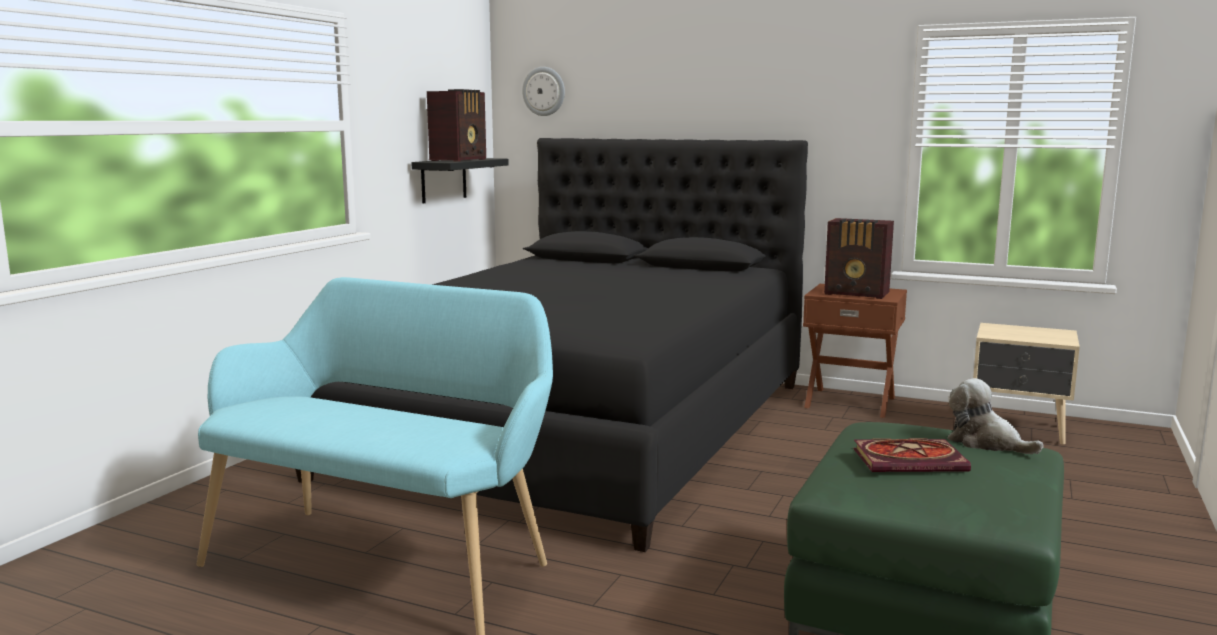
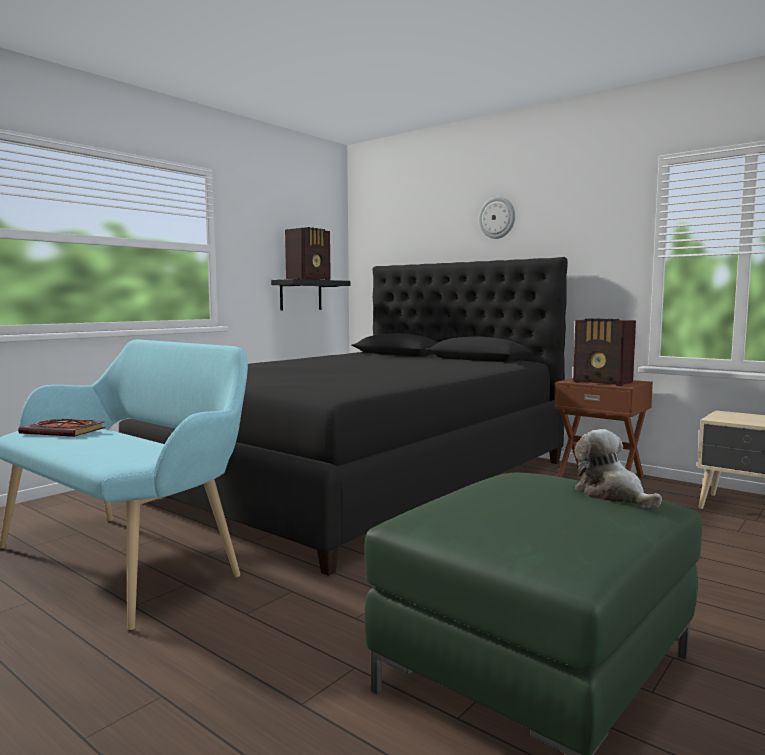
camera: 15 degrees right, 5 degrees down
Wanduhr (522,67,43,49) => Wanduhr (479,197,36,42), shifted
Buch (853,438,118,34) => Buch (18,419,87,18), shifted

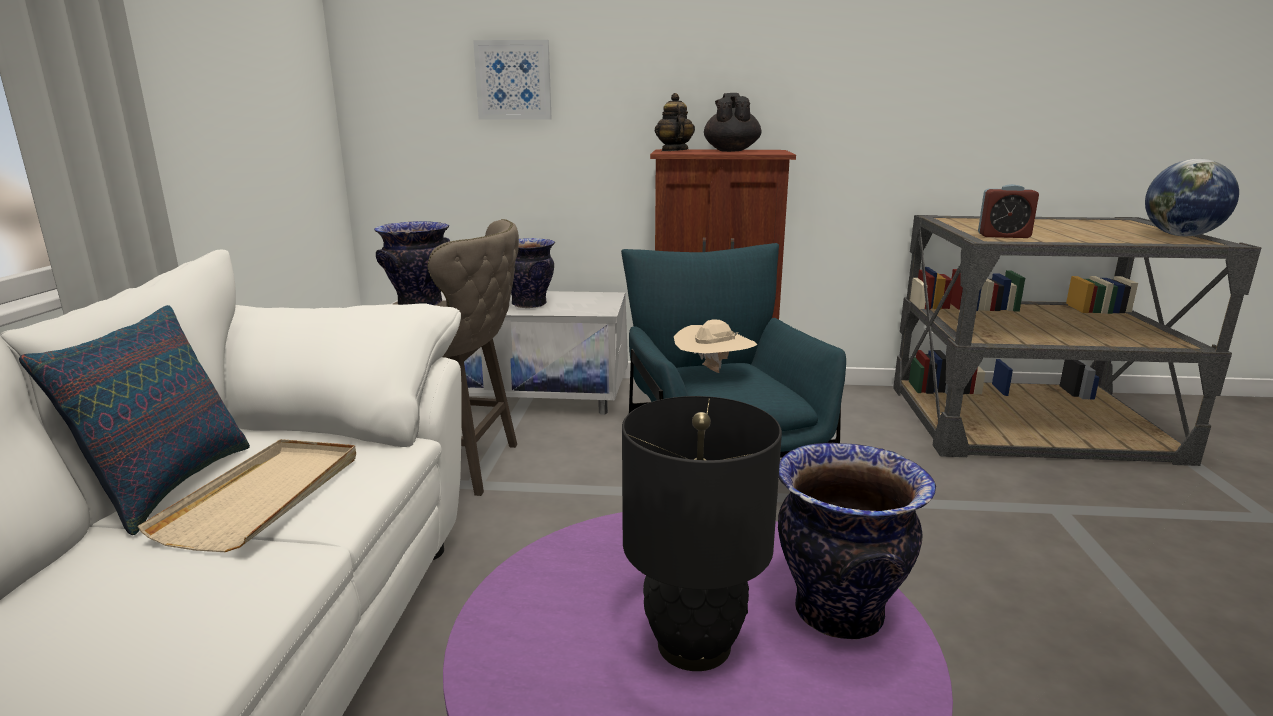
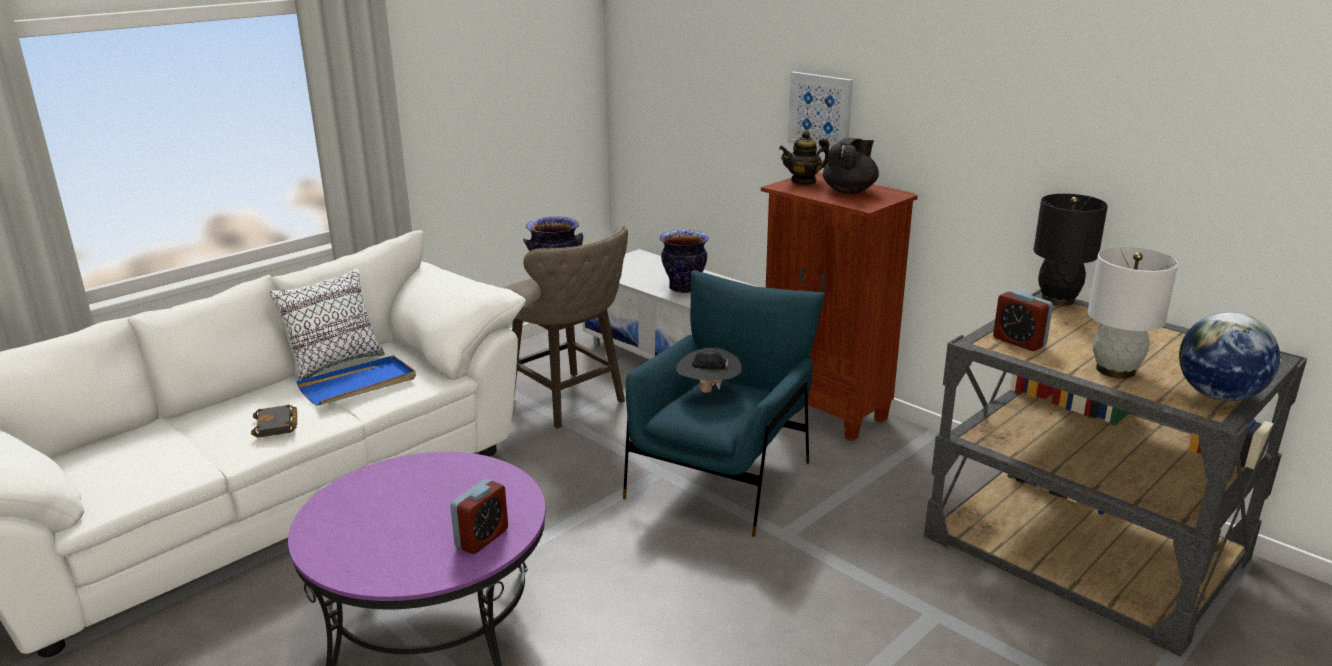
camera: 40 degrees right, 5 degrees up
Kissen [blau] (19,305,231,230) => Kissen [weiß] (270,269,115,112)
Tablett [beige] (137,439,219,113) => Tablett [blau] (296,355,120,51)
Bild (473,40,79,80) => Bild (787,72,66,81), shifted
Tischlampe [schwarz] (622,396,160,275) => Tischlampe [schwarz] (1034,194,74,112), shifted
Teekanne (655,93,40,58) => Teekanne (779,131,50,54), 135 degrees counterclockwise
Hut [beige] (674,320,83,53) => Hut [schwarz] (676,347,66,46)
Vase (778,443,158,196) => Wecker (450,479,58,75)
nothing => Buch [schwarz] (251,405,46,33)
nothing => Tischlampe [weiß] (1088,247,90,131)

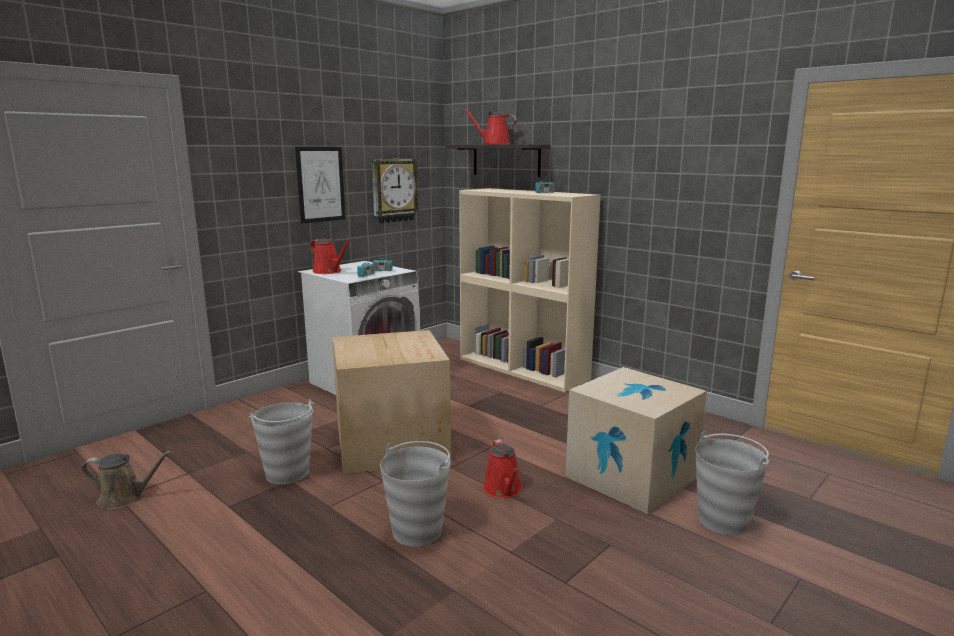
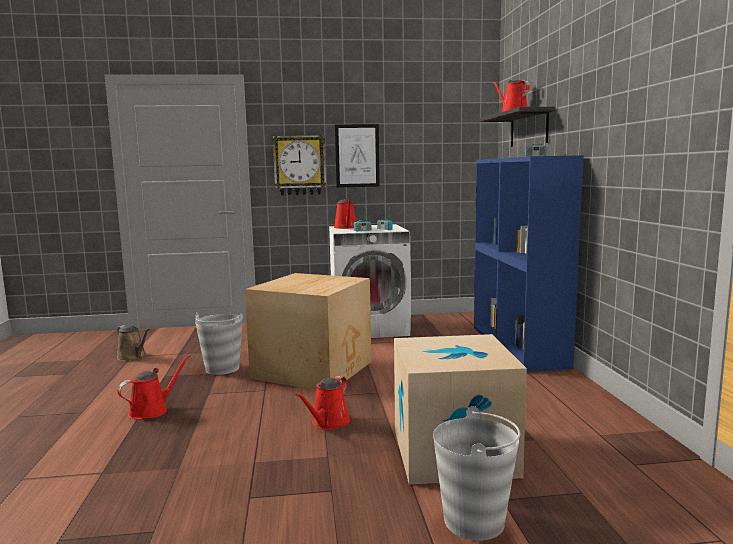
camera: 40 degrees right, 5 degrees down
Wanduhr (372,159,48,64) => Wanduhr (273,135,53,60), shifted
Eimer [grau] (380,441,70,105) => nothing
Bücherregal [beige] (459,188,142,204) => Bücherregal [blau] (474,155,110,217)
nothing => Gießkanne [rot] (117,354,74,66)

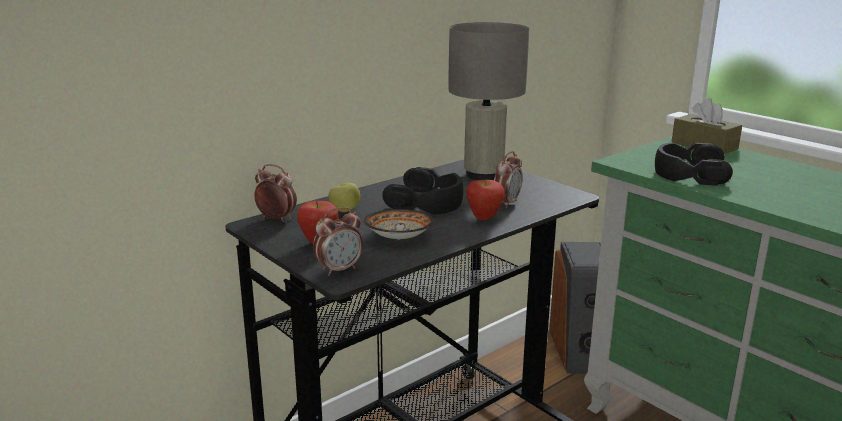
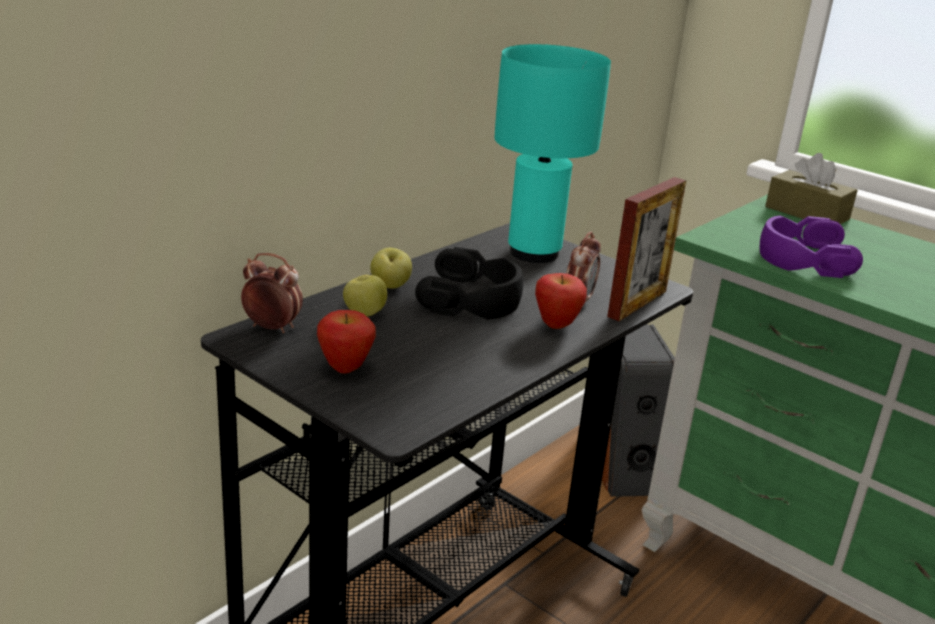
camera: 10 degrees left, 5 degrees up
Wecker (313,207,50,69) => nothing
Schüssel (363,209,71,30) => nothing
Tischlampe [grau] (449,22,80,158) => Tischlampe [türkis] (495,44,116,219)
Kopfhörer [schwarz] (655,142,78,44) => Kopfhörer [lila] (760,215,103,63)
nothing => Apfel (370,248,42,40)
nothing => Bilderrahmen (607,177,79,144)

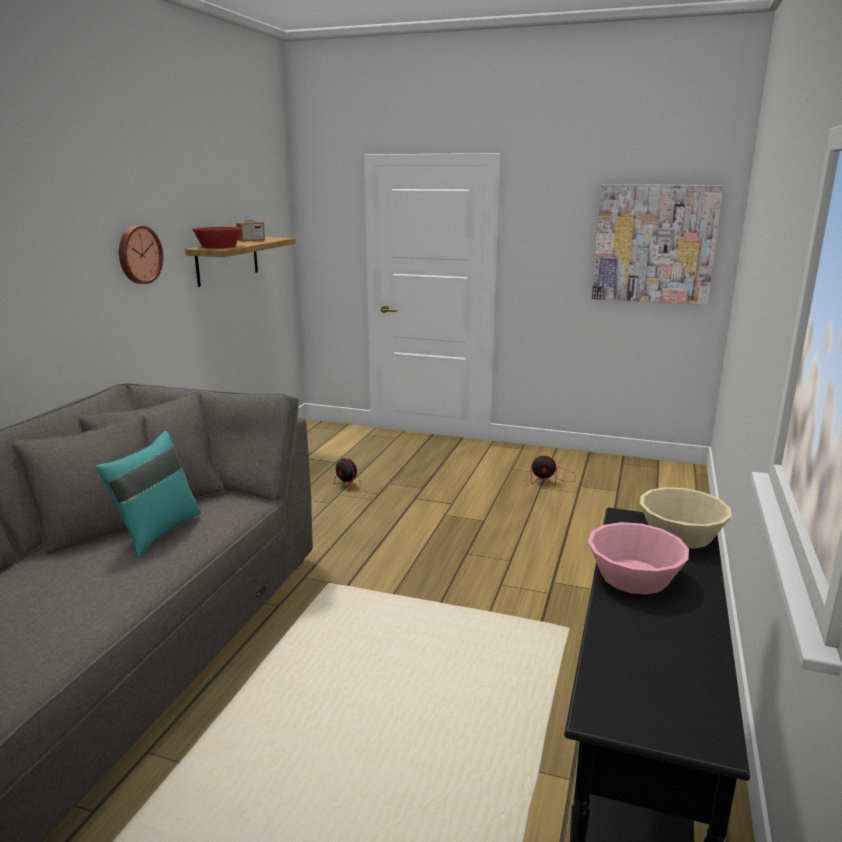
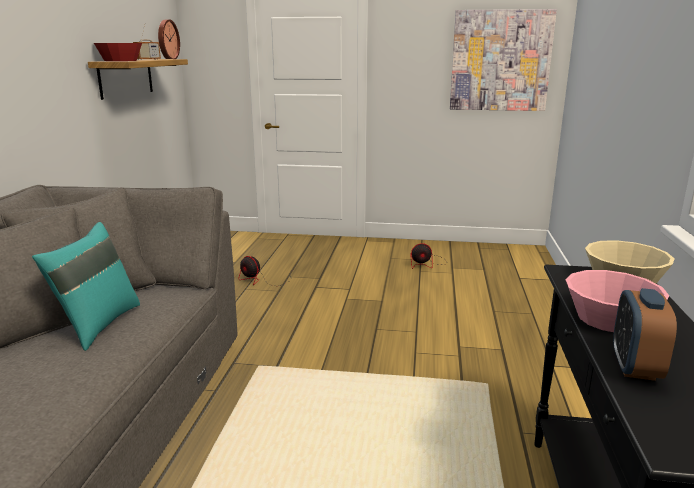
camera: 10 degrees left, 0 degrees up
Wanduhr (119,226,44,58) => Wanduhr (158,19,22,40), shifted
nothing => Wecker (613,288,64,93)

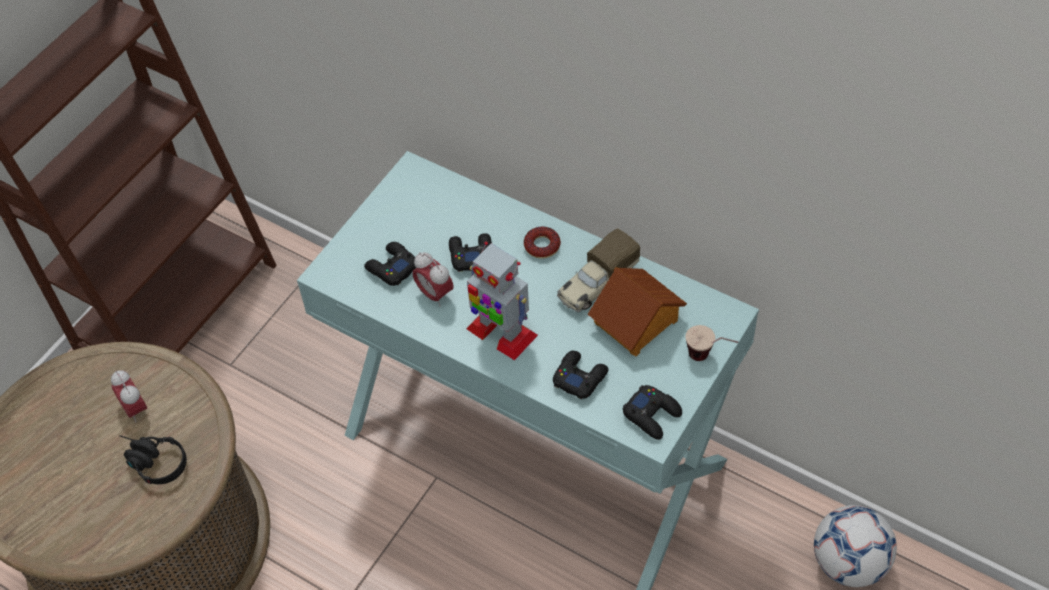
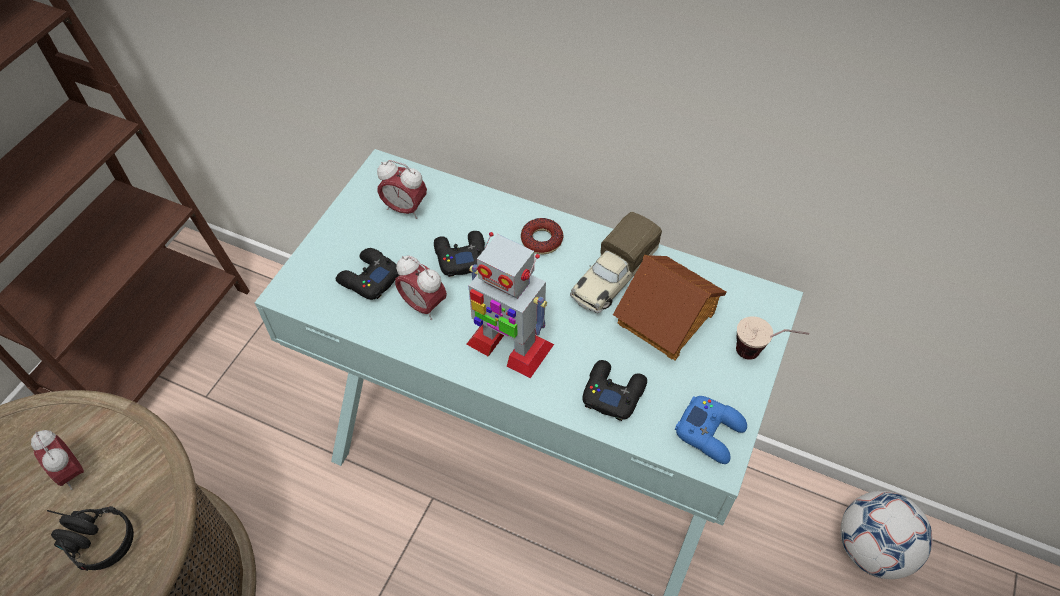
camera: 10 degrees left, 0 degrees up
Gamepad [schwarz] (623,385,59,55) => Gamepad [blau] (675,396,72,68)
nothing => Wecker (377,160,50,59)

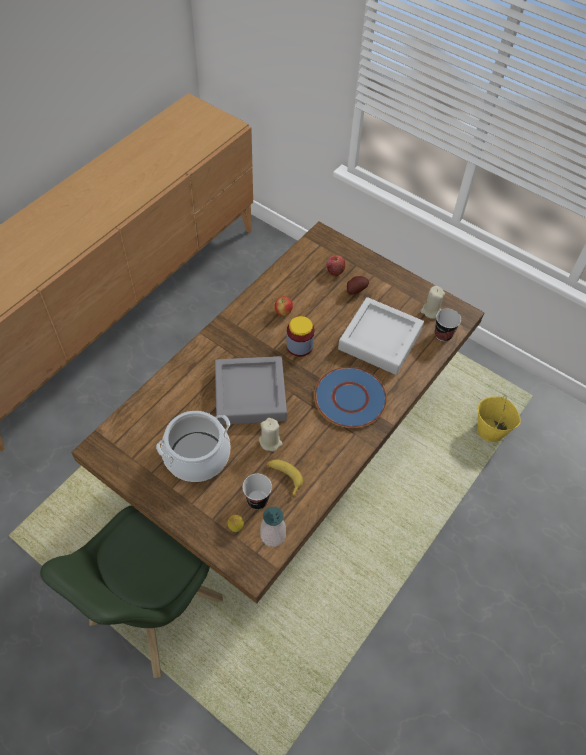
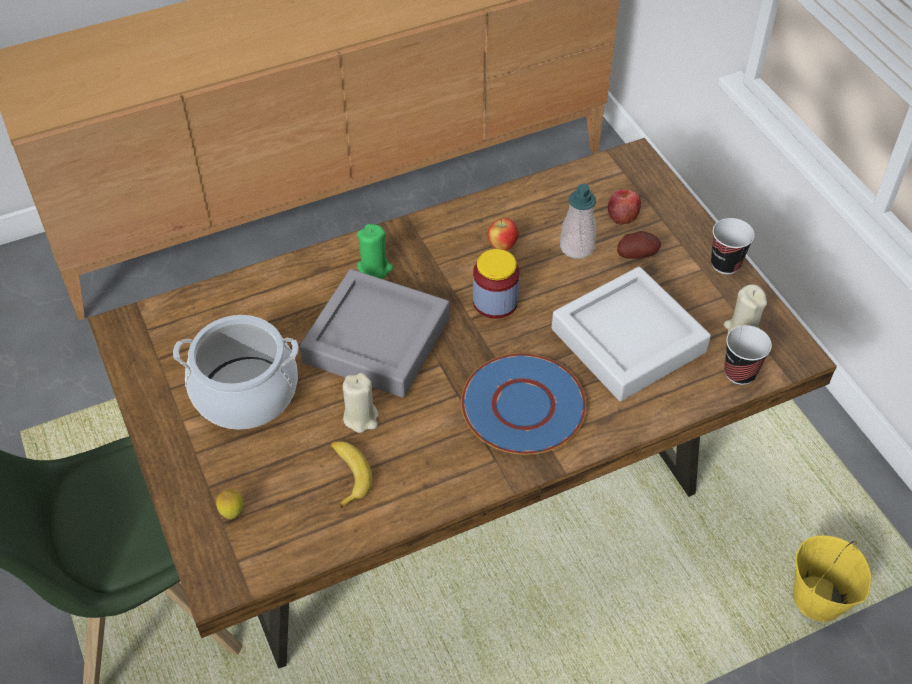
camera: 30 degrees right, 5 degrees down
Tasse (243,474,29,35) => Tasse (711,218,44,56), shifted
Seifenspender (260,507,26,40) => Seifenspender (560,184,36,75), shifted
nothing => Kerze [grün] (357,224,36,55)

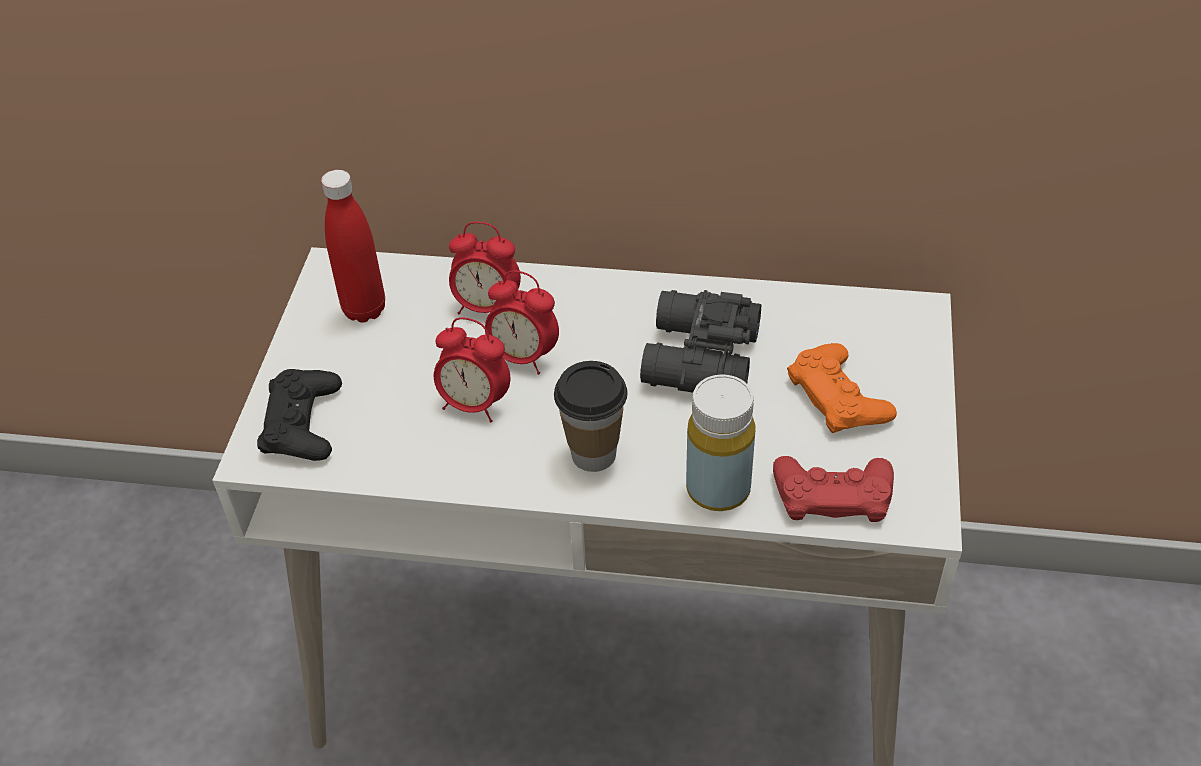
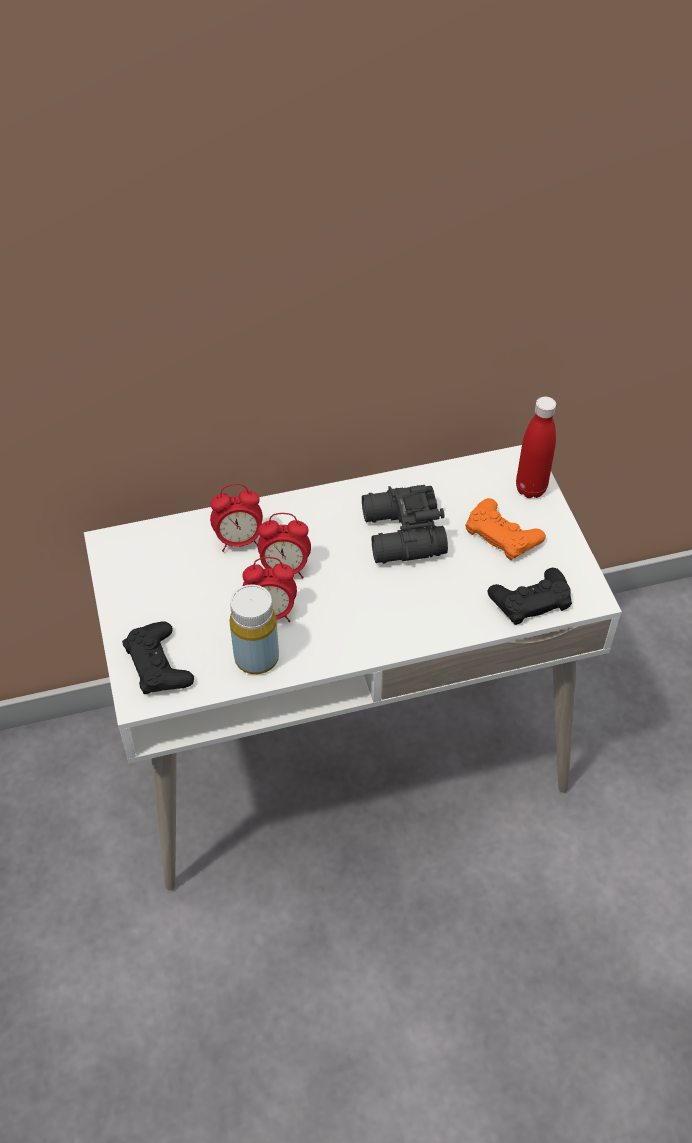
camera: 25 degrees left, 5 degrees up
Flasche [rot] (321,170,64,153) => Flasche [rot] (516,396,40,102), shifted
Tasse (554,361,74,111) => nothing
Flasche [gelb] (686,375,70,136) => Flasche [gelb] (230,585,49,89), shifted
Gamepad [rot] (773,456,121,66) => Gamepad [schwarz] (488,568,84,57)

